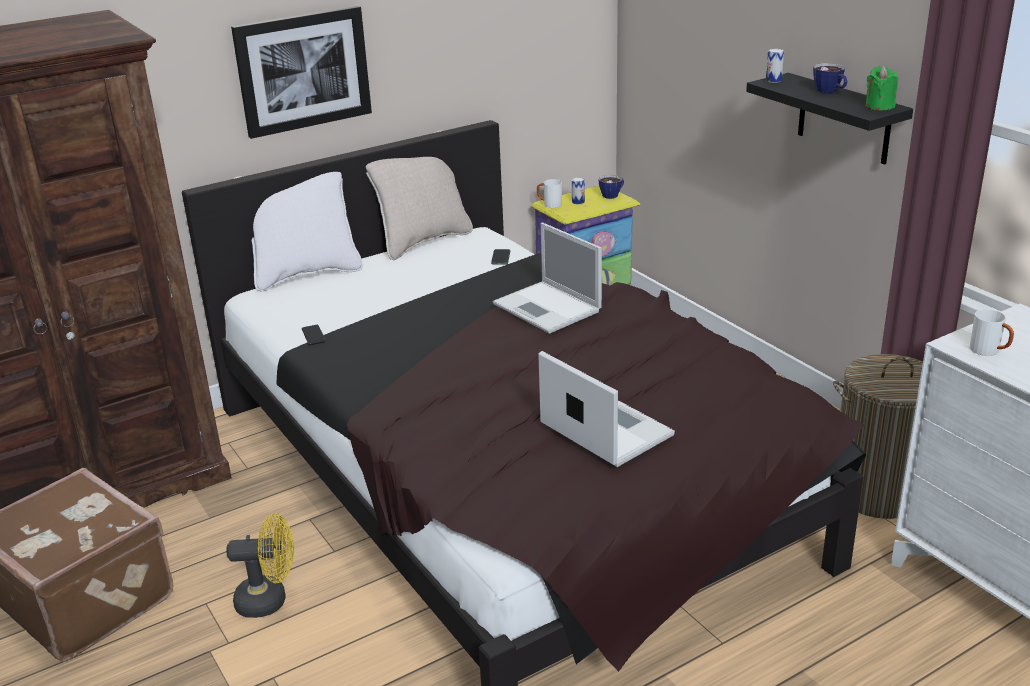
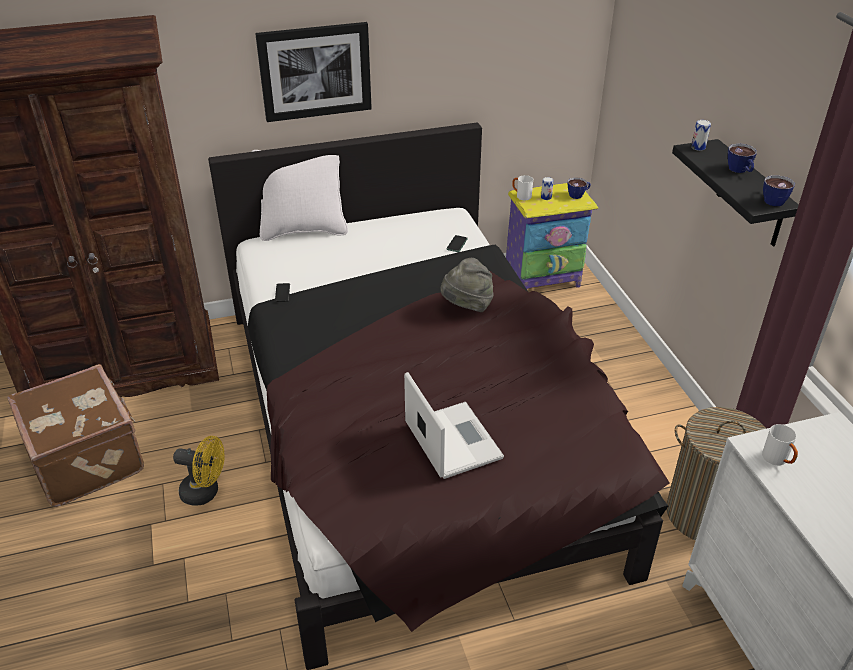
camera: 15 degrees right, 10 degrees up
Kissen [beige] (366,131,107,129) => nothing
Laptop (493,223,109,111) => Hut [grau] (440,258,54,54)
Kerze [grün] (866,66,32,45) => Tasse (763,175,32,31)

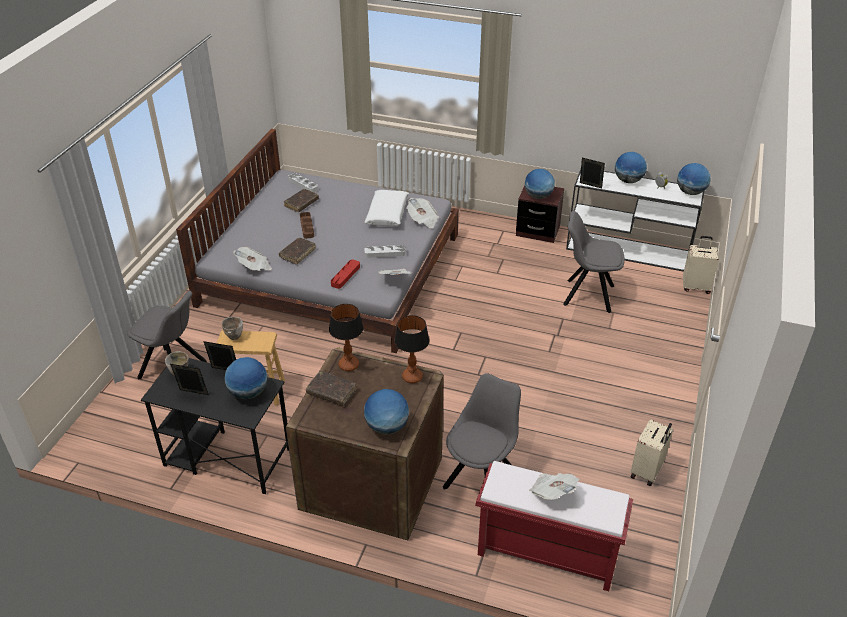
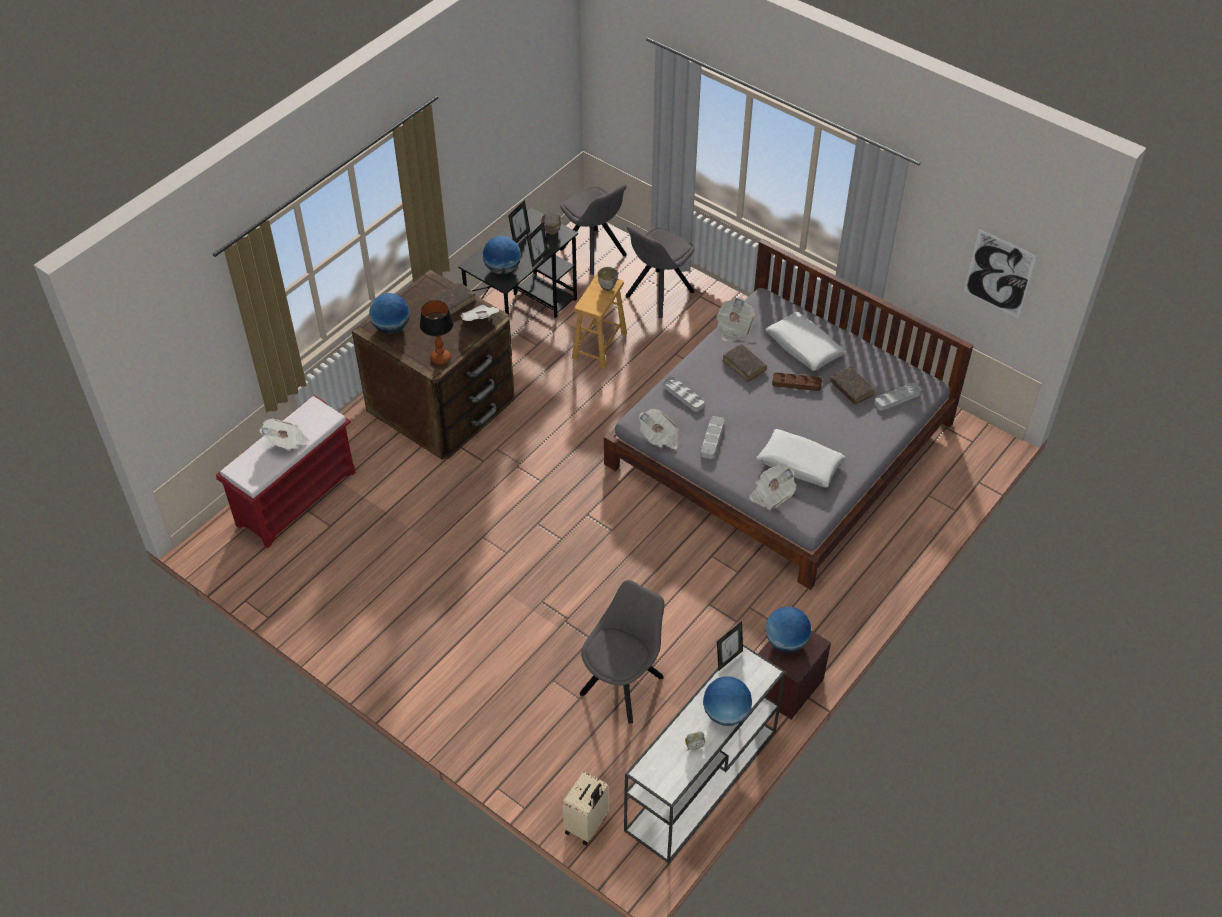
camera: 110 degrees right, 10 degrees up
Tischlampe (329,304,35,67) => Zeitung (461,305,39,16)
Tablett [rot] (331,259,29,30) => Tablett [grau] (663,376,41,36)
Stuhl [grau] (443,373,78,116) => Stuhl [grau] (560,184,67,91), shifted
Koffer [beige] (631,419,42,67) => nothing
Globus (677,163,34,32) => nothing
nothing => Kissen [weiß] (766,312,80,59)
nothing => Bild (964,229,73,89)

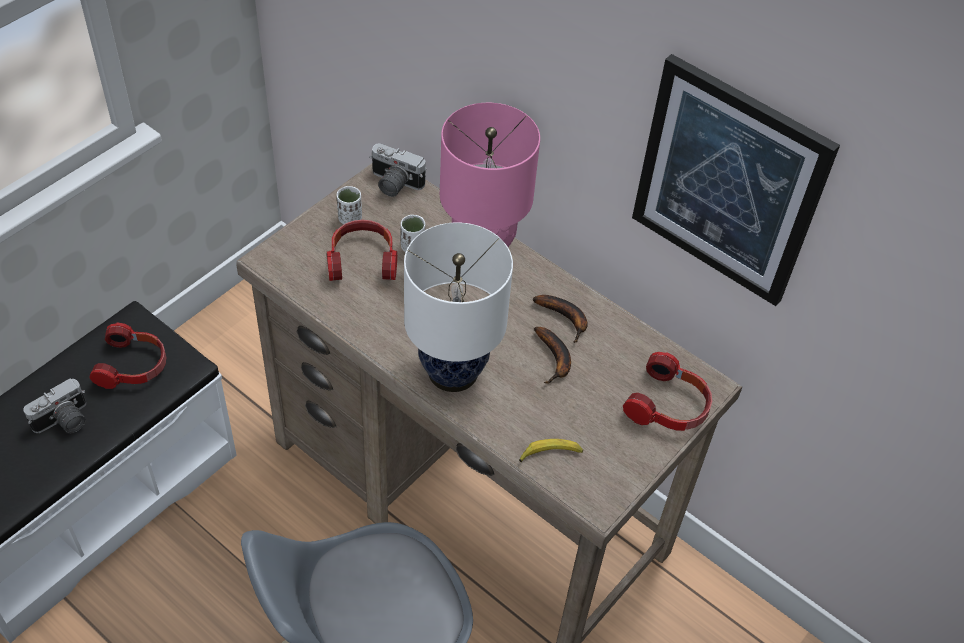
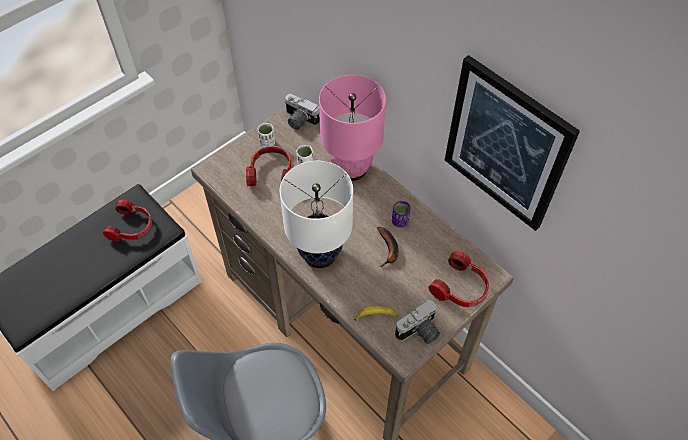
camera: 10 degrees right, 5 degrees up
Kamera (24,378,62,55) => Kamera (395,300,45,44), shifted
Banane (533,295,55,48) => Tasse [lila] (392,201,19,26)

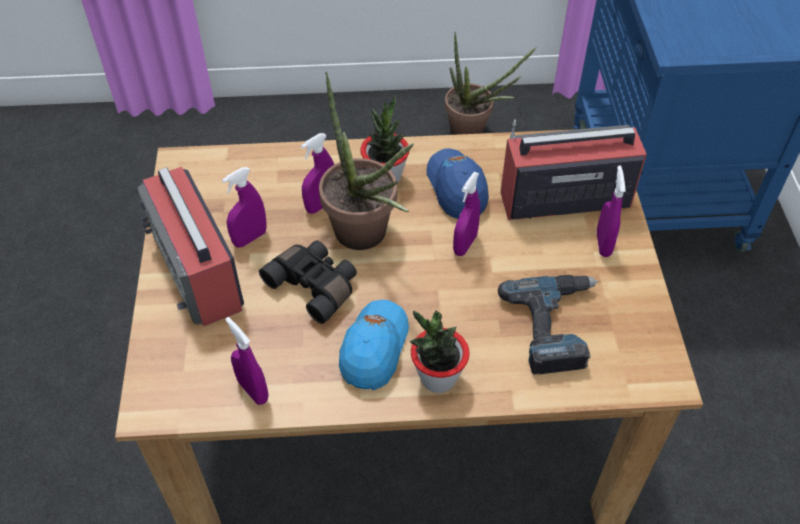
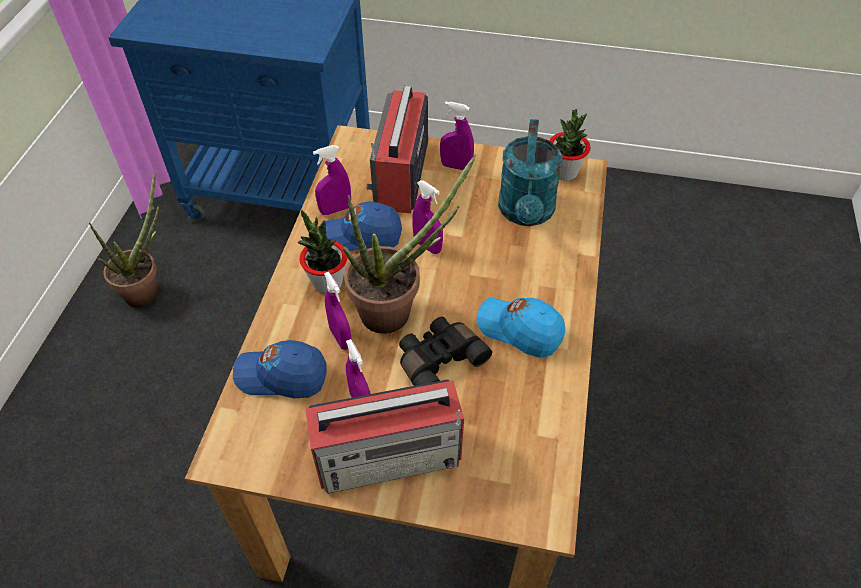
camera: 75 degrees left, 0 degrees up
Sprühflasche [lila] (225,317,44,88) => Sprühflasche [lila] (313,145,38,70), shifted
Topfpflanze (410,311,60,82) => Topfpflanze (549,109,42,72), shifted
Bohrmaschine (498,275,100,99) => Gießkanne [türkis] (498,119,64,107)
nothing => Kappe [blau] (233,340,94,58)

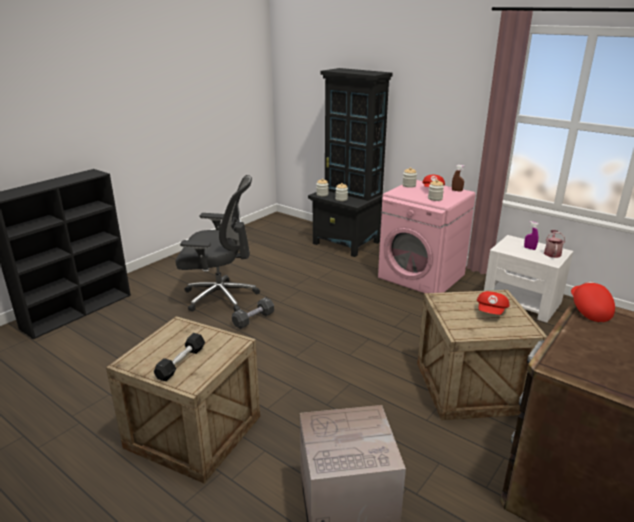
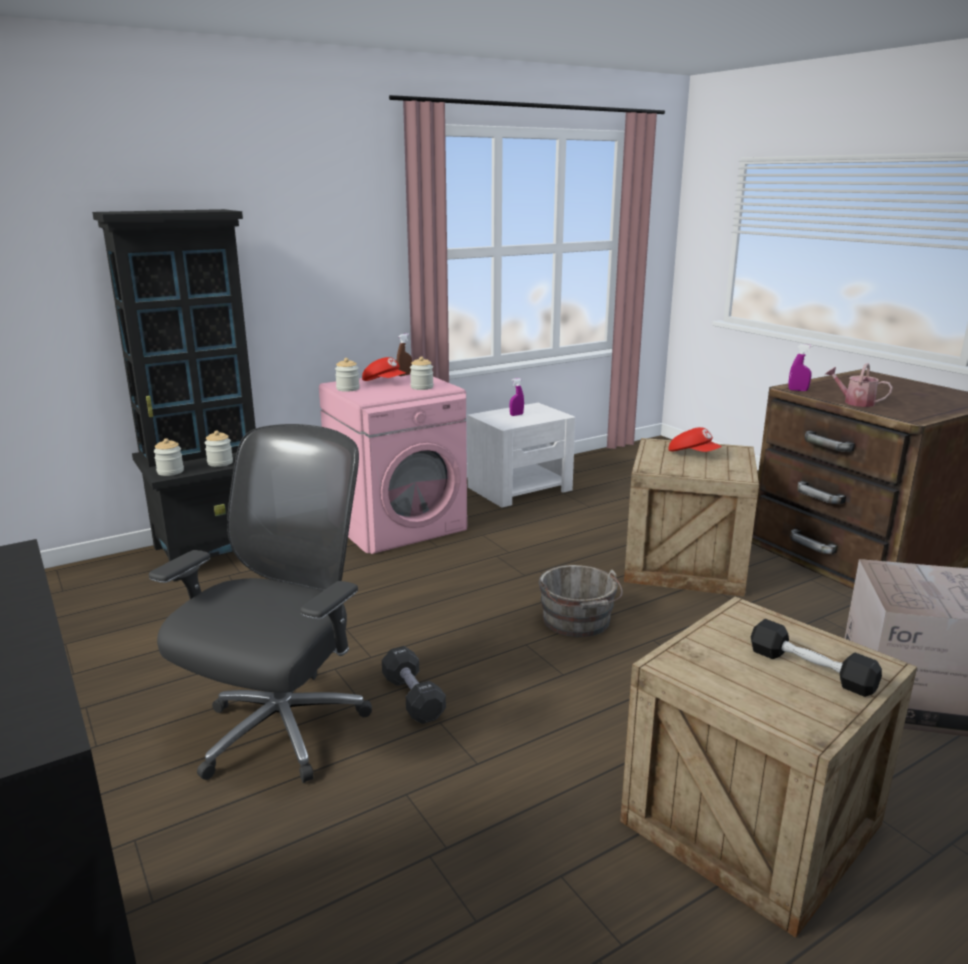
camera: 70 degrees left, 5 degrees down
Gießkanne (544,230,21,28) => Gießkanne (825,363,68,44), shifted
Kappe [rot] (571,282,44,40) => Sprühflasche [lila] (789,344,24,47)
nothing => Eimer [grau] (539,565,84,72)

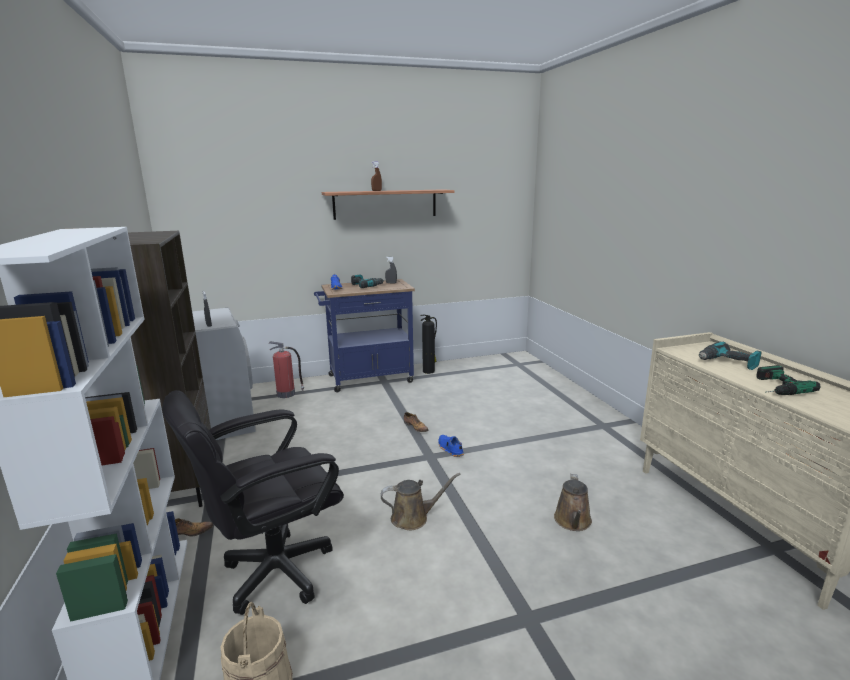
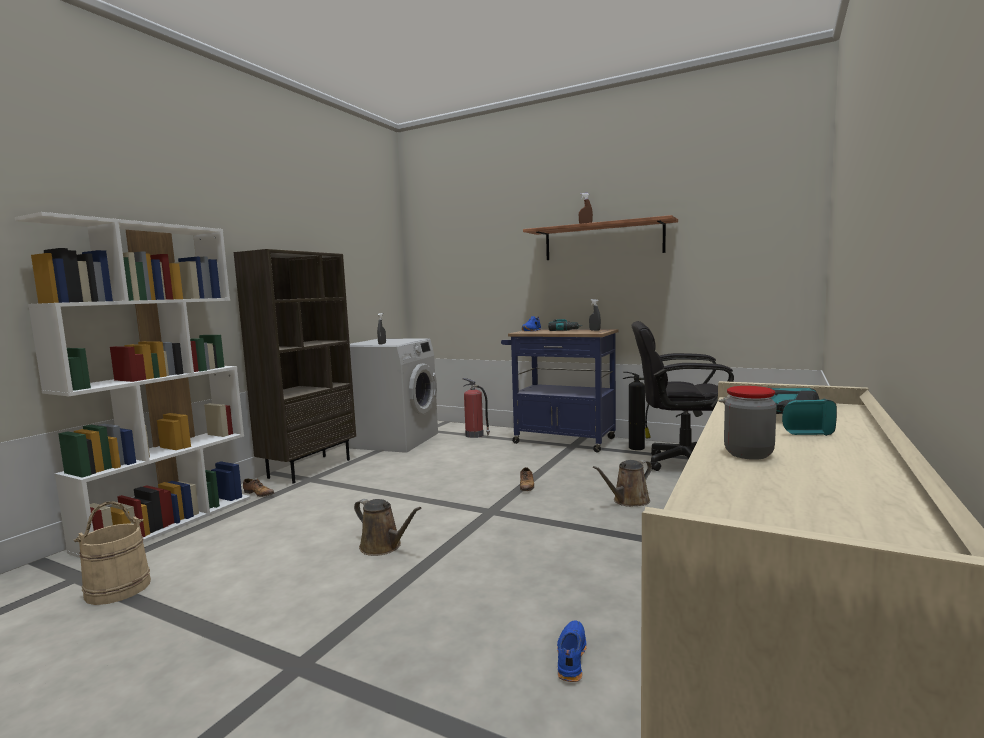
camera: 45 degrees right, 10 degrees down
Bürostuhl [schwarz] (162,390,182,225) => Bürostuhl [schwarz] (632,321,102,150), shifted
Schuh [blau] (438,435,26,22) => Schuh [blau] (557,620,30,62), shifted
Gießkanne [braun] (554,474,38,57) => Gießkanne [braun] (593,460,59,47), shifted
Bohrmaschine (756,365,64,30) => Vorratsglas (724,386,53,74)

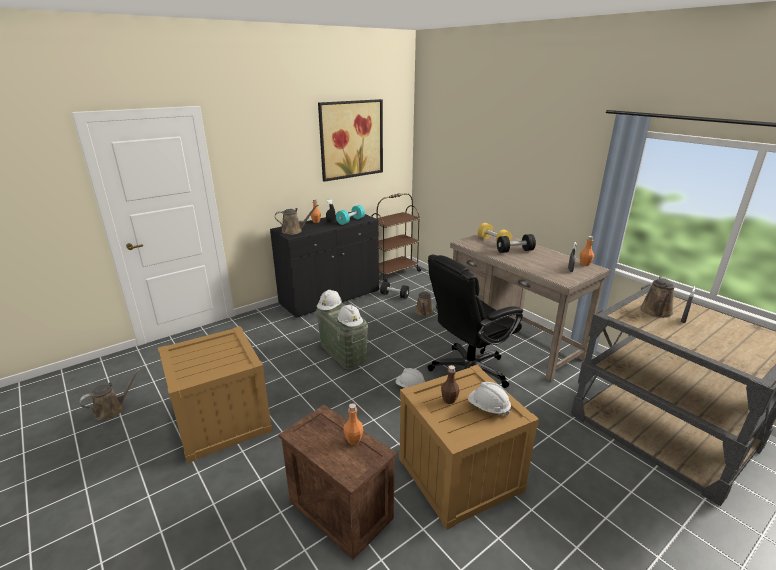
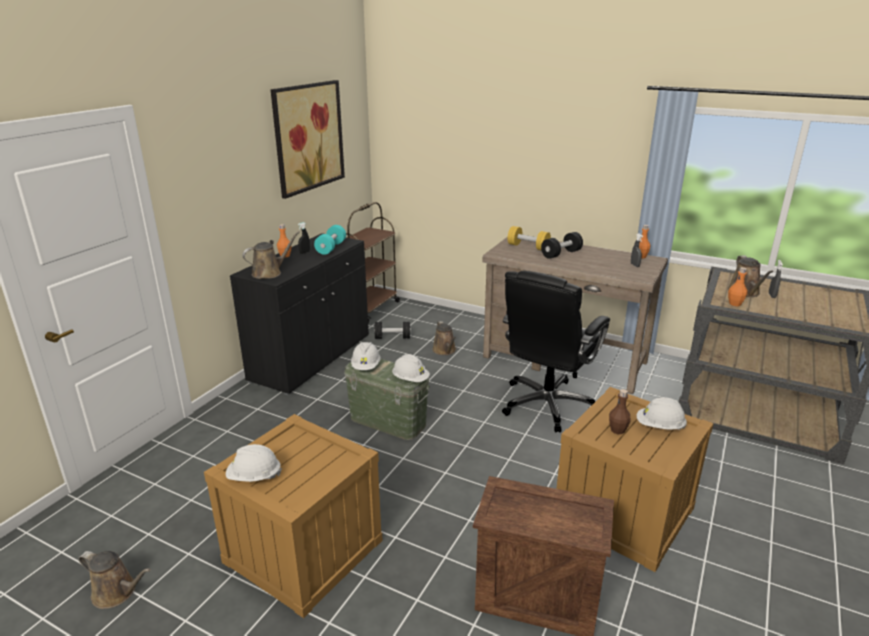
camera: 25 degrees left, 0 degrees up
Gießkanne [braun] (79,369,62,51) => Gießkanne [braun] (79,551,72,58), 90 degrees clockwise
Flasche [orange] (343,403,20,42) => Flasche [orange] (728,267,20,39), shifted
Schutzhelm [weiß] (396,368,29,20) => Schutzhelm [weiß] (226,444,56,38), shifted

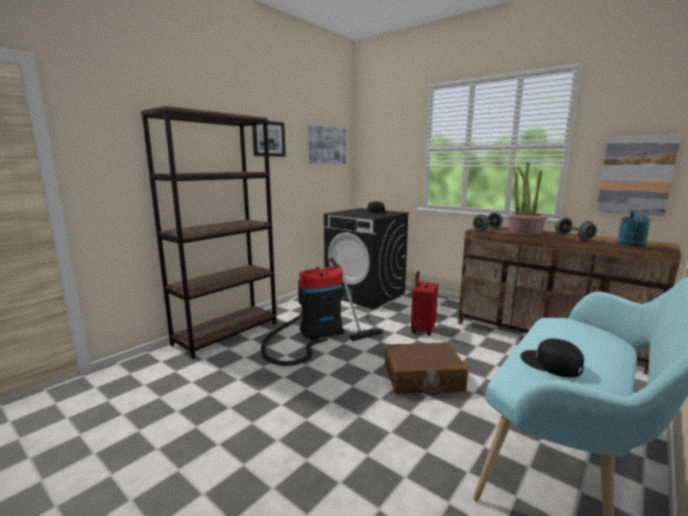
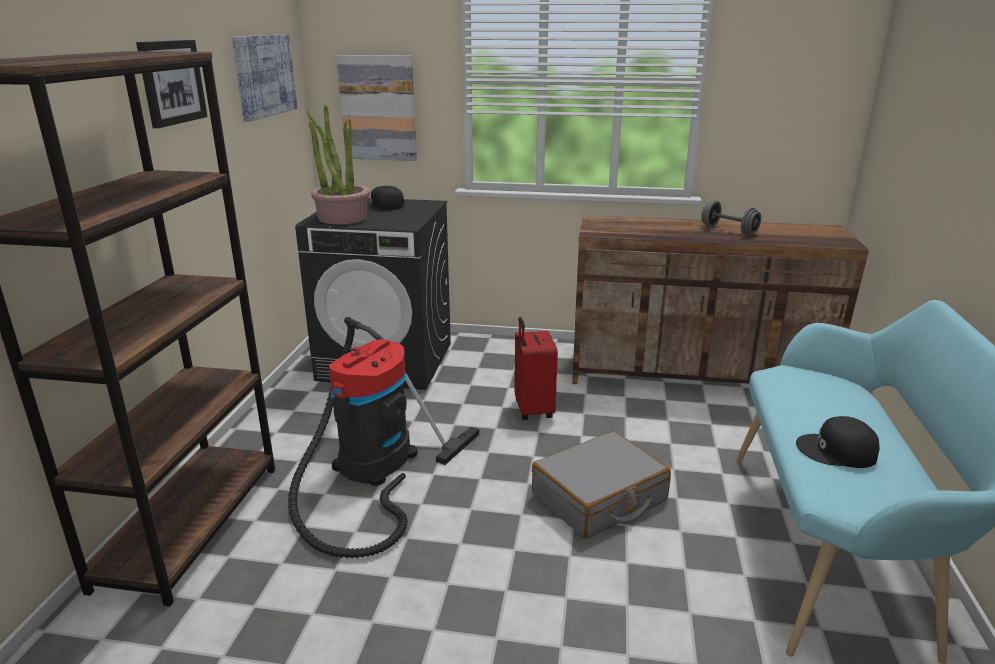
camera: 30 degrees left, 10 degrees up
Koffer [braun] (385,343,83,52) => Koffer [grau] (532,431,139,108)
Hantel [grau] (473,212,30,19) => nothing
Topfpflanze (507,162,41,73) => Topfpflanze (307,105,63,119), shifted
Bild (596,135,85,81) => Bild (337,55,80,106), shifted
Gießkanne [türkis] (617,210,33,37) => nothing

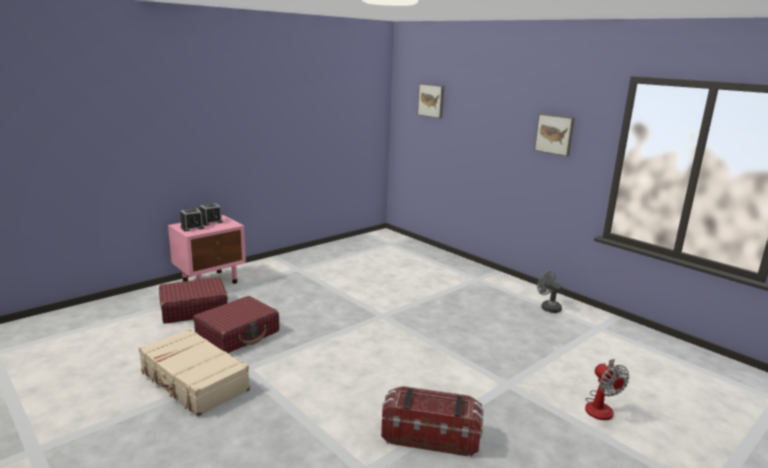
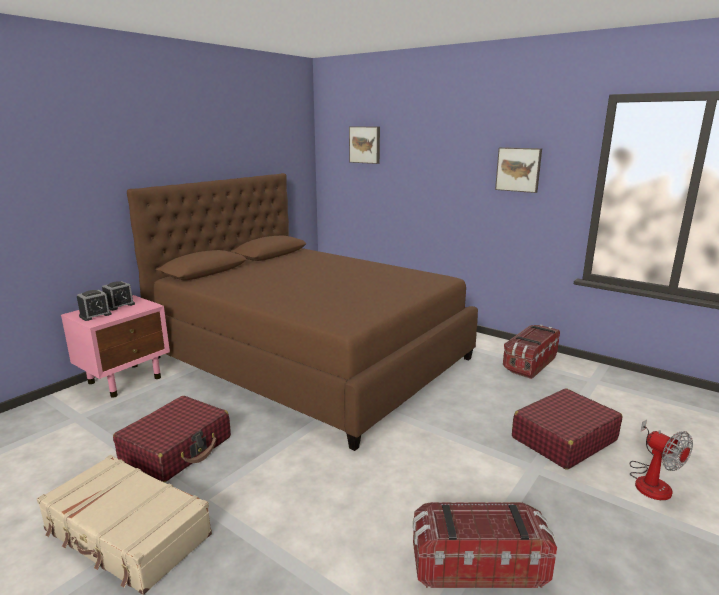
camera: 10 degrees left, 0 degrees up
Koffer [rot] (159,277,69,47) => Koffer [rot] (512,388,111,82), shifted
Ventilator [grau] (537,271,26,42) => Aufbewahrungsbox (503,325,57,54)
nothing => Bett [braun] (127,173,351,278)

